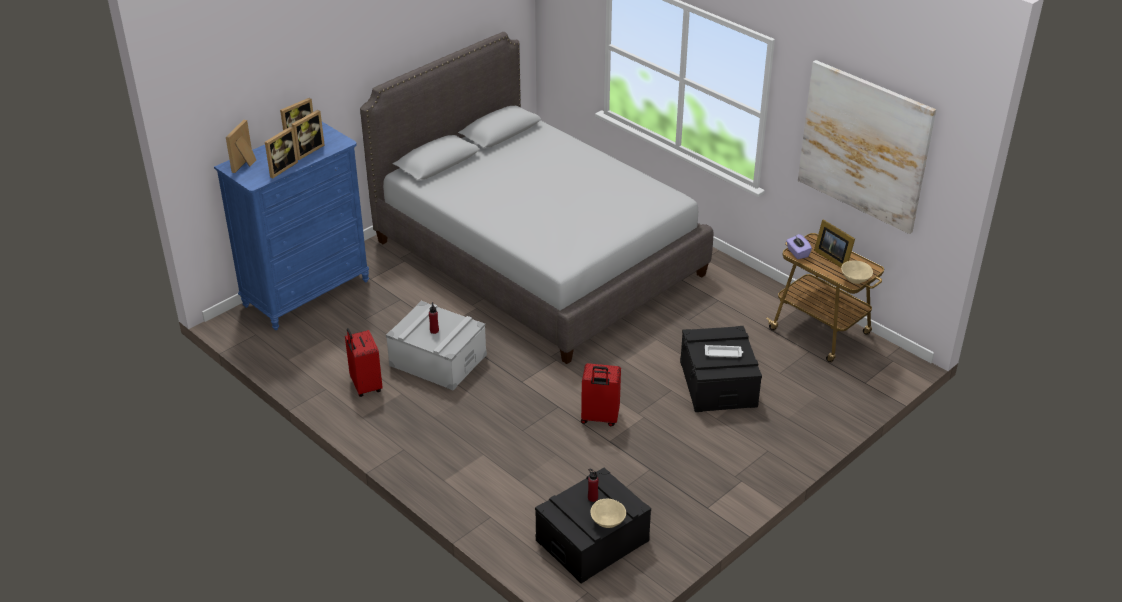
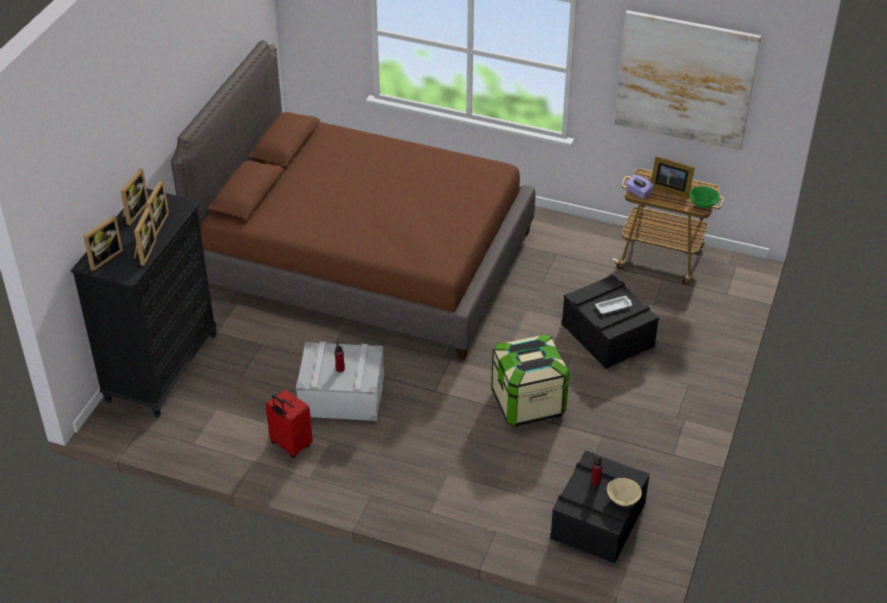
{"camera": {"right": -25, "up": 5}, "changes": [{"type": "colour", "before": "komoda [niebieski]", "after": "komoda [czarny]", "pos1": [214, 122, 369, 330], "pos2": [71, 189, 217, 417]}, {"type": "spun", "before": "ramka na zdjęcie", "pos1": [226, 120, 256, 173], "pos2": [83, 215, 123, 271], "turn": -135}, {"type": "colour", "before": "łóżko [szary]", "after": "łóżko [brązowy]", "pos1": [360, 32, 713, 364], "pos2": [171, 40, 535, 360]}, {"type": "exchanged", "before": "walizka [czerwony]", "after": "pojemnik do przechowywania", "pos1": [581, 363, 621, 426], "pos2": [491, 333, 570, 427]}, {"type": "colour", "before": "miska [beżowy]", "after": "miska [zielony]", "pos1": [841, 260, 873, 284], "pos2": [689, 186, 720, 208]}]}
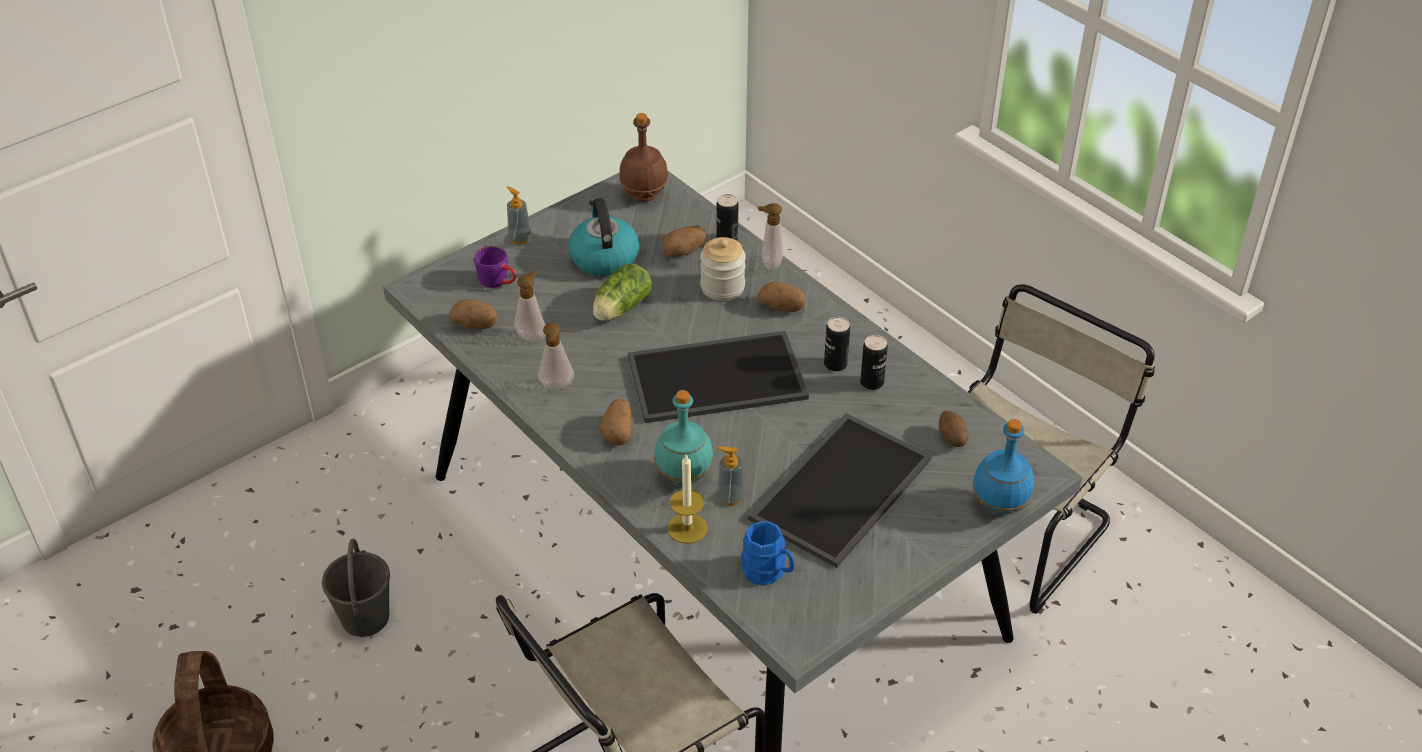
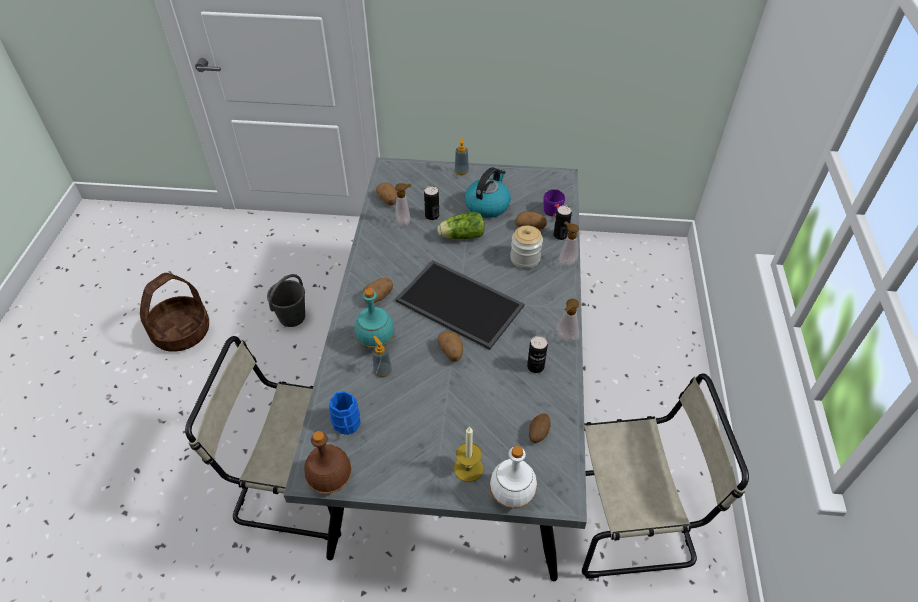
{"camera": {"right": 45, "up": 5}, "changes": [{"type": "relocated", "before": "butelka [brązowy]", "pos1": [619, 113, 668, 202], "pos2": [304, 431, 352, 494]}, {"type": "relocated", "before": "puszka", "pos1": [824, 317, 850, 371], "pos2": [424, 186, 439, 220]}, {"type": "relocated", "before": "ziemniak", "pos1": [757, 282, 806, 312], "pos2": [437, 331, 463, 362]}, {"type": "relocated", "before": "świeca", "pos1": [667, 454, 707, 544], "pos2": [454, 426, 483, 482]}, {"type": "colour", "before": "butelka [niebieski]", "after": "butelka [biały]", "pos1": [973, 419, 1034, 516], "pos2": [490, 446, 537, 509]}, {"type": "relocated", "before": "kubek [fioletowy]", "pos1": [474, 246, 517, 288], "pos2": [544, 189, 565, 217]}, {"type": "relocated", "before": "dozownik mydła", "pos1": [538, 323, 574, 389], "pos2": [556, 299, 579, 343]}, {"type": "missing", "before": "taca", "pos1": [748, 413, 932, 568]}]}
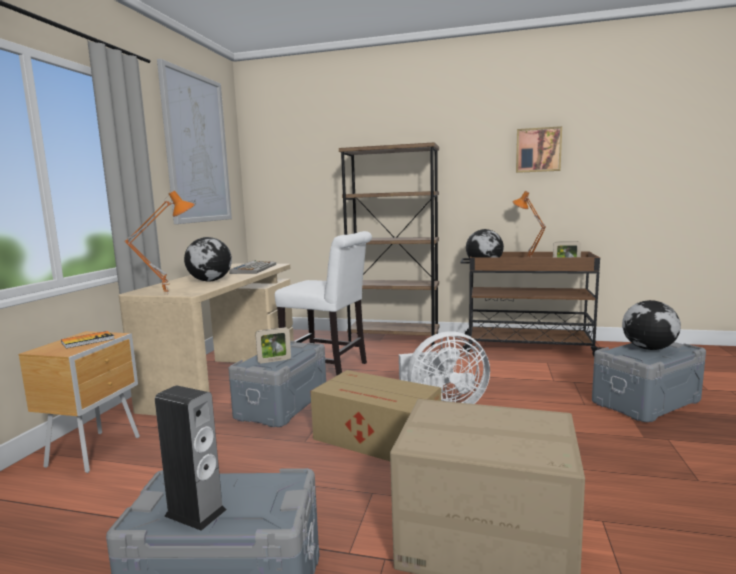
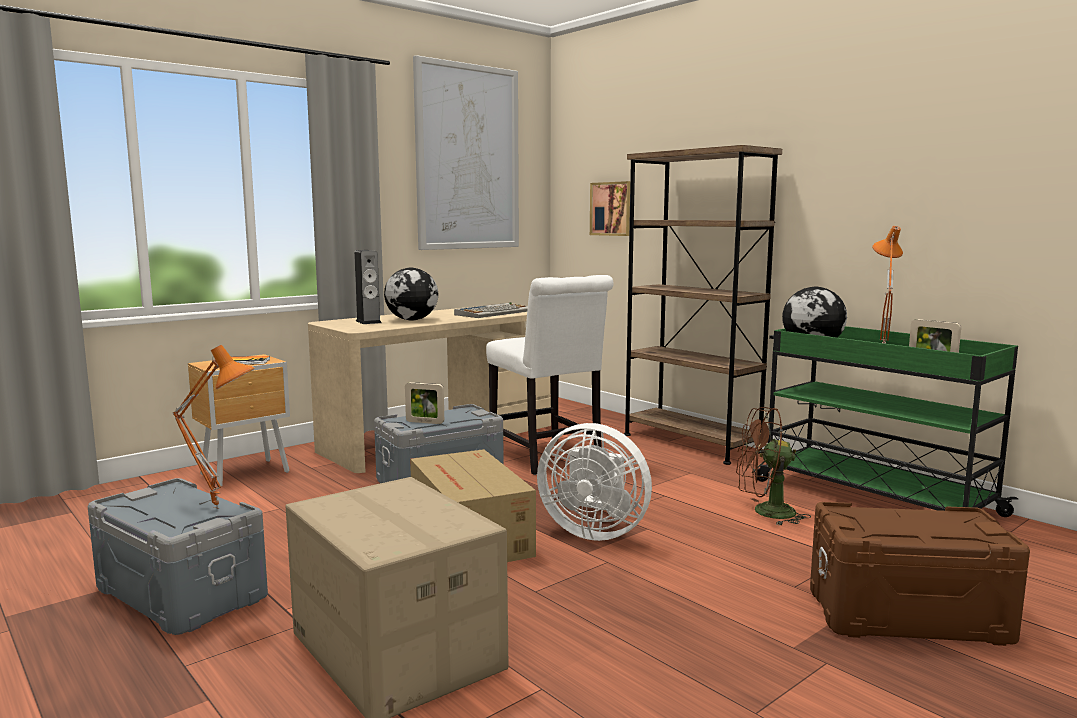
{"camera": {"right": 35, "up": 0}, "changes": [{"type": "relocated", "before": "lampa stołowa [pomarańczowy]", "pos1": [124, 190, 195, 294], "pos2": [173, 345, 255, 509]}, {"type": "relocated", "before": "głośnik", "pos1": [155, 385, 226, 531], "pos2": [354, 250, 382, 324]}, {"type": "relocated", "before": "obraz", "pos1": [516, 126, 562, 173], "pos2": [590, 181, 630, 236]}, {"type": "appeared", "after": "wentylator [brązowy]", "pos2": [736, 407, 811, 525]}, {"type": "colour", "before": "wózek [brązowy]", "after": "wózek [zielony]", "pos1": [460, 252, 603, 356], "pos2": [757, 326, 1018, 517]}, {"type": "colour", "before": "pojemnik do przechowywania [szary]", "after": "pojemnik do przechowywania [brązowy]", "pos1": [592, 342, 706, 422], "pos2": [810, 502, 1030, 646]}, {"type": "missing", "before": "globus", "pos1": [622, 300, 681, 350]}]}
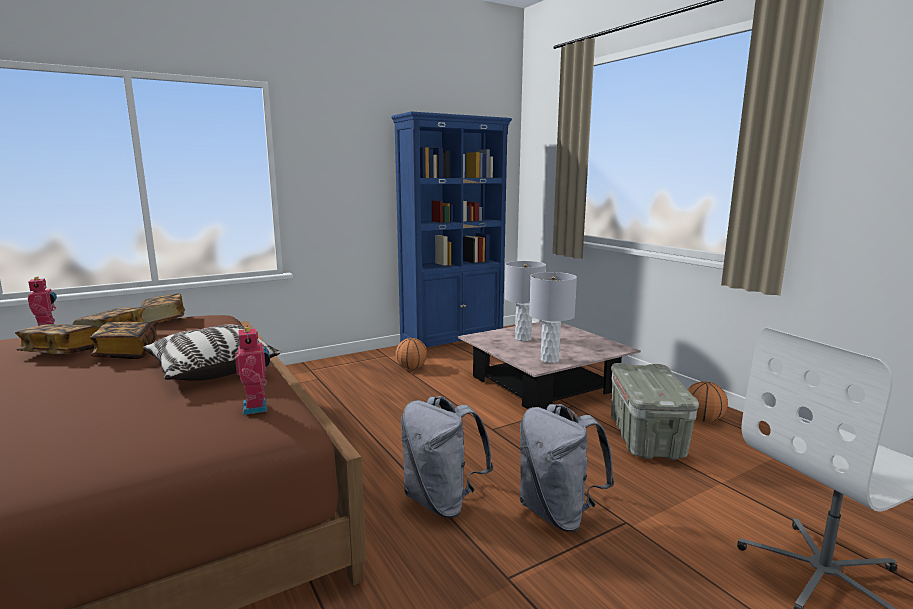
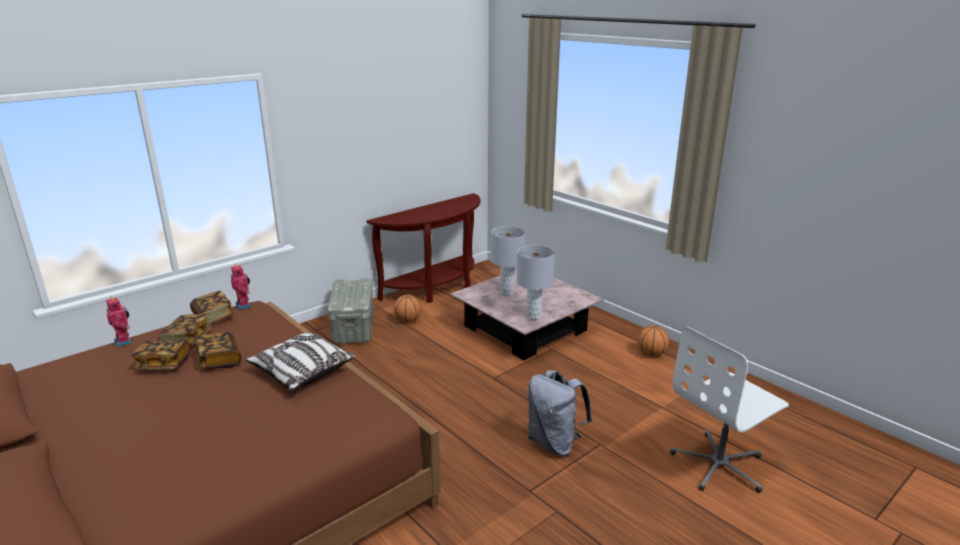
{"camera": {"right": -10, "up": 10}, "changes": [{"type": "relocated", "before": "robot zabawkowy", "pos1": [235, 326, 270, 415], "pos2": [231, 264, 251, 310]}, {"type": "relocated", "before": "pojemnik do przechowywania [szary]", "pos1": [611, 363, 699, 460], "pos2": [327, 278, 374, 344]}, {"type": "exchanged", "before": "regał [niebieski]", "after": "stolik konsolowy [brązowy]", "pos1": [391, 112, 512, 347], "pos2": [367, 193, 481, 303]}, {"type": "missing", "before": "plecak [szary]", "pos1": [401, 396, 493, 518]}]}
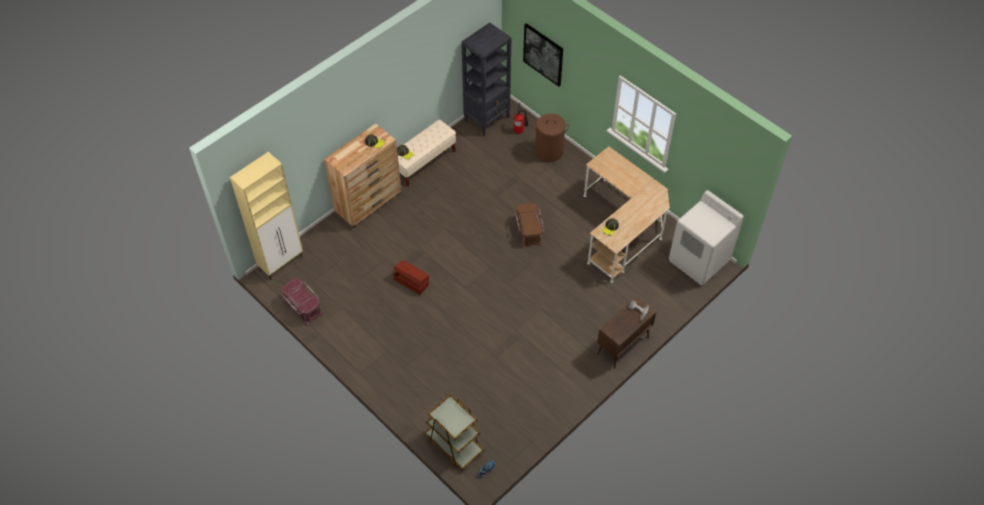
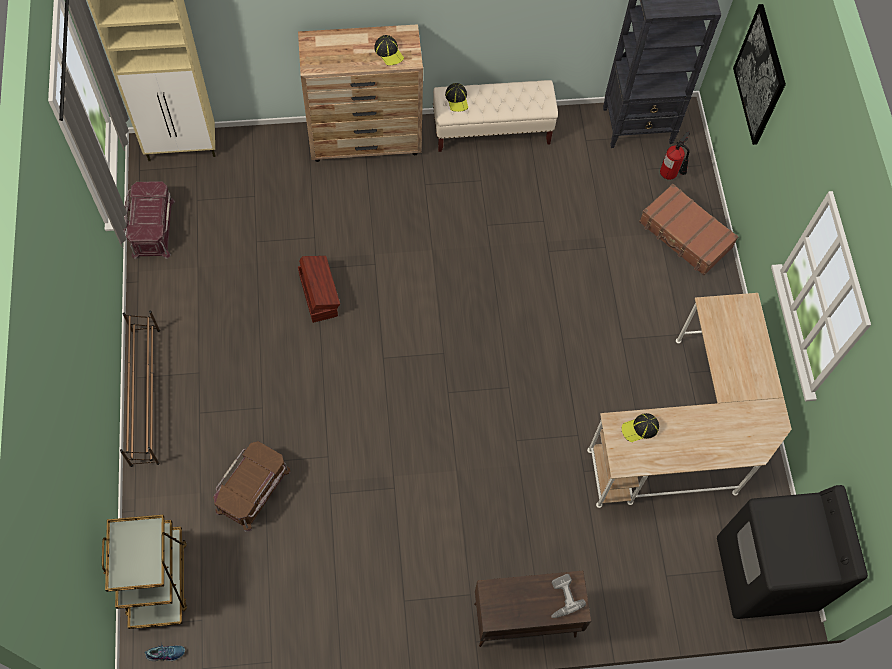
{"camera": {"right": 35, "up": 10}, "changes": [{"type": "appeared", "after": "regał na buty [brązowy]", "pos2": [120, 311, 160, 467]}, {"type": "relocated", "before": "pojemnik do przechowywania [brązowy]", "pos1": [515, 203, 544, 248], "pos2": [213, 441, 290, 532]}, {"type": "exchanged", "before": "kosz na pranie [brązowy]", "after": "walizka [brązowy]", "pos1": [533, 113, 569, 162], "pos2": [639, 184, 739, 275]}, {"type": "colour", "before": "pralka [biały]", "after": "pralka [czarny]", "pos1": [669, 190, 744, 285], "pos2": [717, 485, 868, 619]}]}
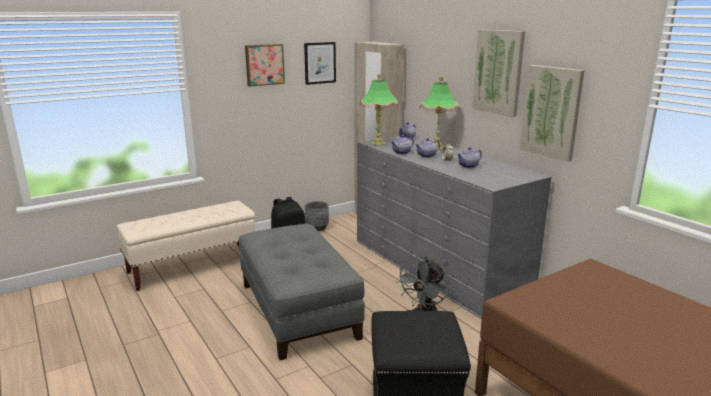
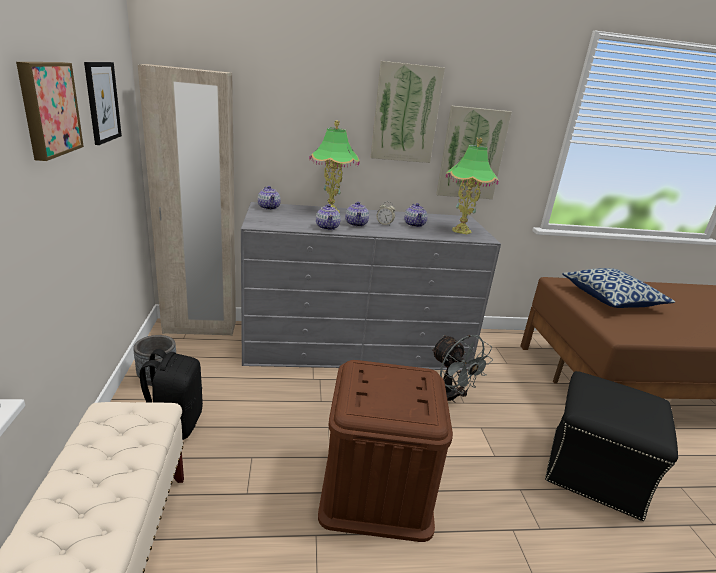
{"camera": {"right": -65, "up": 5}, "changes": [{"type": "exchanged", "before": "pufa [szary]", "after": "pojemnik do przechowywania [brązowy]", "pos1": [239, 224, 365, 360], "pos2": [318, 360, 453, 542]}, {"type": "relocated", "before": "lampa stołowa", "pos1": [360, 74, 398, 145], "pos2": [446, 138, 498, 234]}, {"type": "appeared", "after": "poduszka", "pos2": [562, 268, 675, 308]}]}
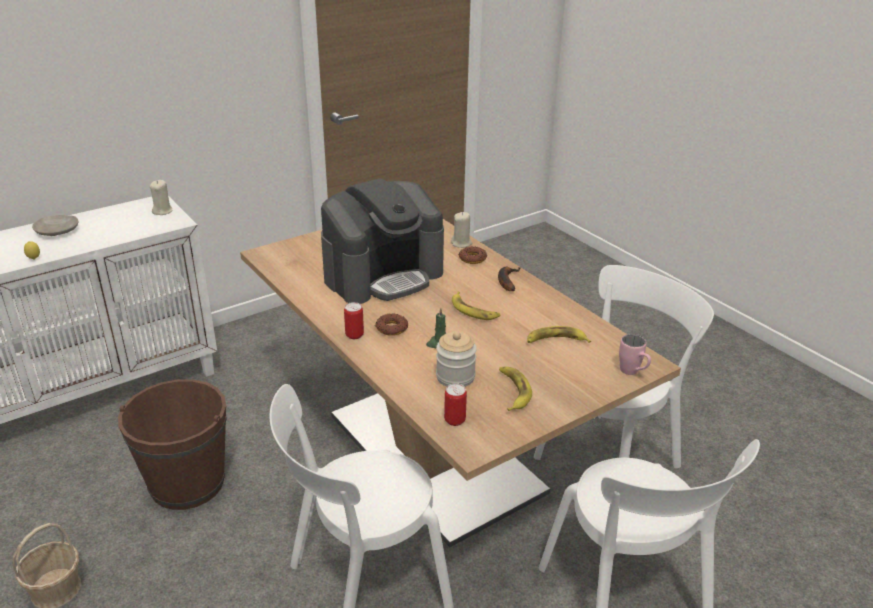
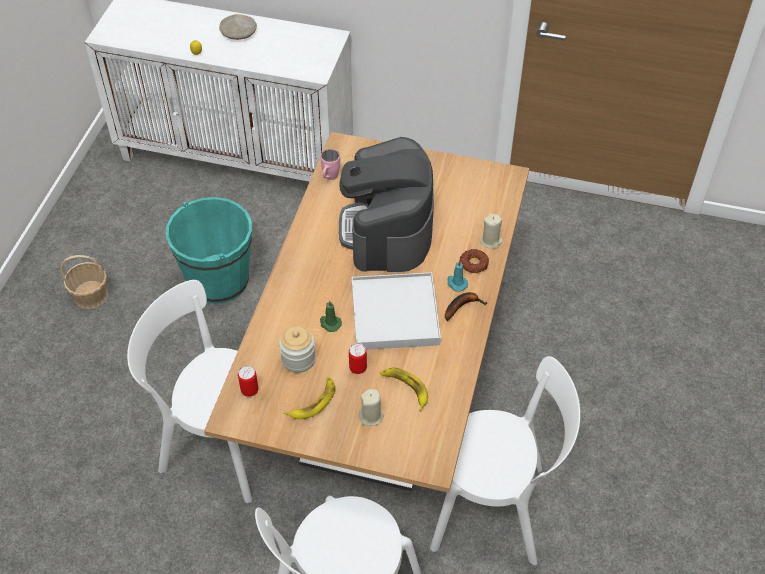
{"camera": {"right": 50, "up": 20}, "changes": [{"type": "colour", "before": "wiadro [brązowy]", "after": "wiadro [turkusowy]", "pos1": [118, 379, 226, 510], "pos2": [166, 197, 252, 304]}, {"type": "relocated", "before": "kubek [różowy]", "pos1": [619, 334, 651, 375], "pos2": [321, 149, 340, 180]}, {"type": "spun", "before": "ekspres do kawy", "pos1": [321, 179, 444, 304], "pos2": [339, 137, 434, 272], "turn": 75}, {"type": "relocated", "before": "puszka", "pos1": [344, 302, 364, 339], "pos2": [349, 343, 367, 374]}, {"type": "exchanged", "before": "banan", "after": "taca [biały]", "pos1": [452, 292, 500, 320], "pos2": [352, 272, 441, 350]}, {"type": "relocated", "before": "świeca [beżowy]", "pos1": [150, 180, 173, 215], "pos2": [359, 389, 384, 426]}, {"type": "appeared", "after": "świeca [turkusowy]", "pos2": [448, 260, 468, 292]}, {"type": "missing", "before": "donut", "pos1": [375, 313, 408, 336]}]}
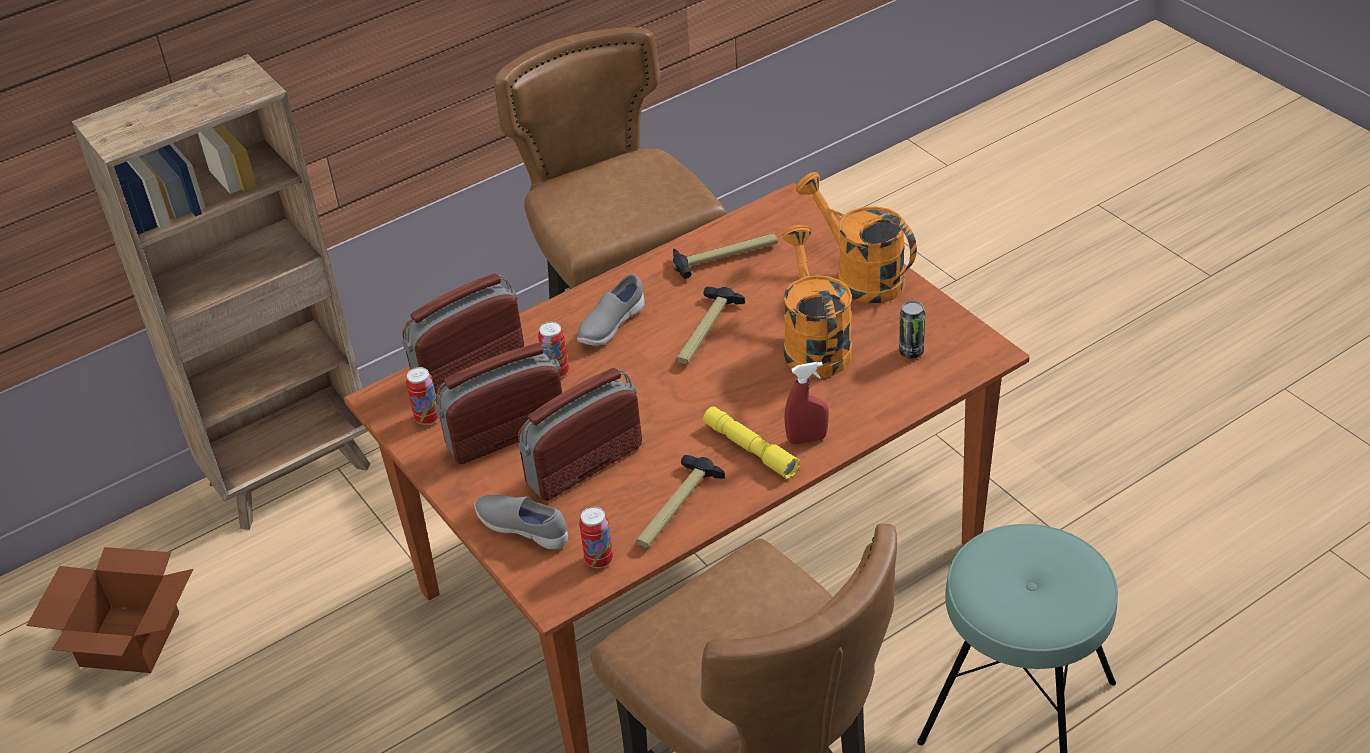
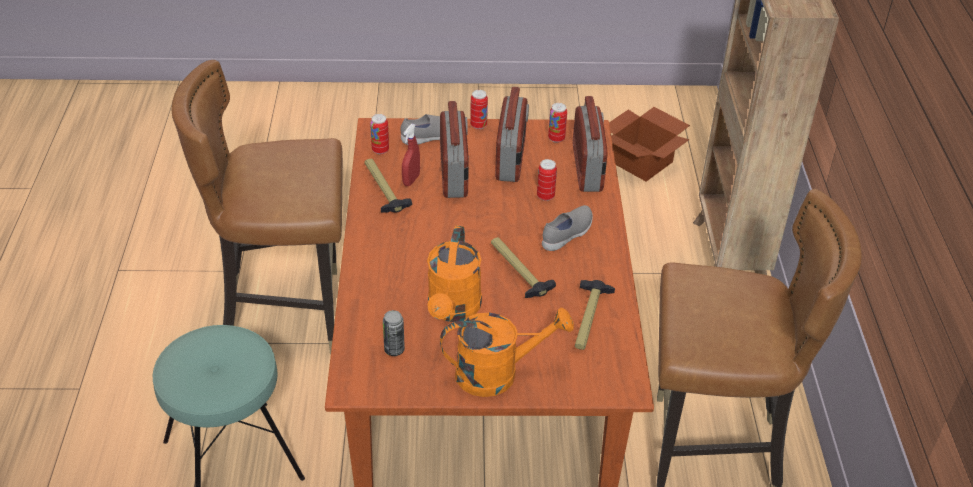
{"camera": {"right": 120, "up": 0}, "changes": [{"type": "relocated", "before": "spryskiwacz [czerwony]", "pos1": [784, 362, 829, 444], "pos2": [402, 124, 420, 186]}, {"type": "spun", "before": "konewka [pomarańczowy]", "pos1": [782, 225, 852, 378], "pos2": [427, 225, 482, 322], "turn": 75}, {"type": "appeared", "after": "puszka", "pos2": [470, 90, 488, 129]}, {"type": "spun", "before": "but [szary]", "pos1": [577, 273, 645, 346], "pos2": [542, 205, 593, 251], "turn": 60}, {"type": "missing", "before": "latarka [żółty]", "pos1": [703, 406, 800, 479]}]}
